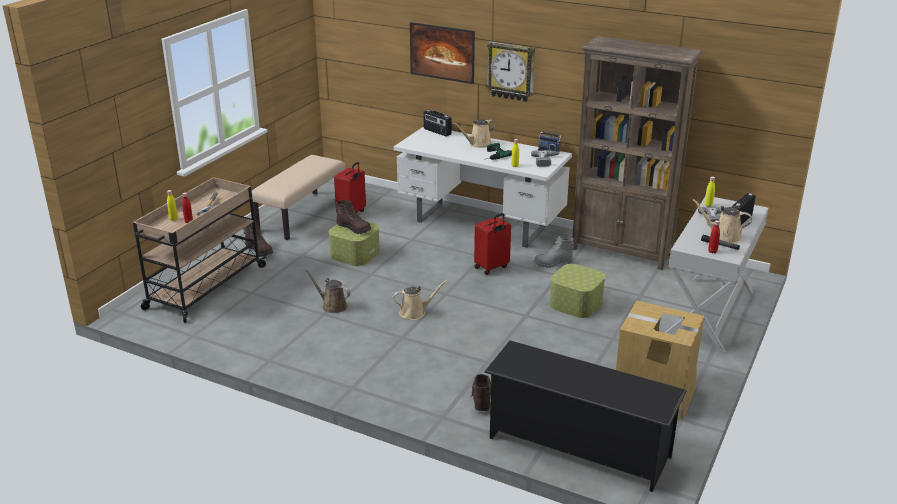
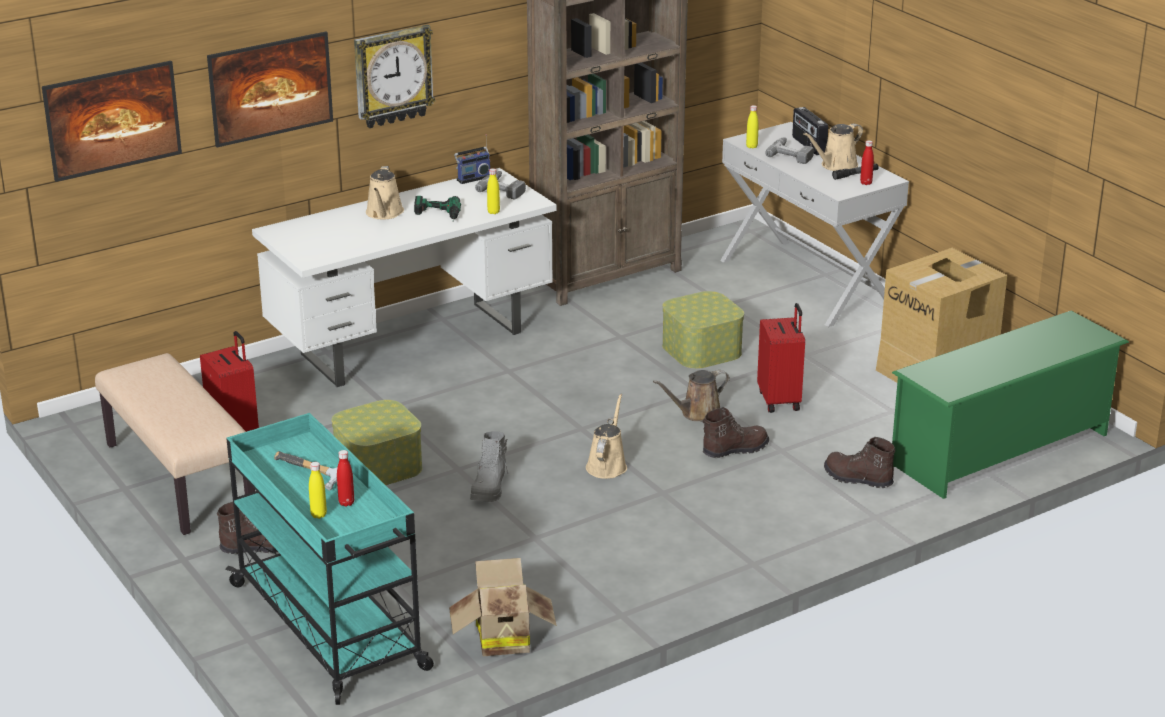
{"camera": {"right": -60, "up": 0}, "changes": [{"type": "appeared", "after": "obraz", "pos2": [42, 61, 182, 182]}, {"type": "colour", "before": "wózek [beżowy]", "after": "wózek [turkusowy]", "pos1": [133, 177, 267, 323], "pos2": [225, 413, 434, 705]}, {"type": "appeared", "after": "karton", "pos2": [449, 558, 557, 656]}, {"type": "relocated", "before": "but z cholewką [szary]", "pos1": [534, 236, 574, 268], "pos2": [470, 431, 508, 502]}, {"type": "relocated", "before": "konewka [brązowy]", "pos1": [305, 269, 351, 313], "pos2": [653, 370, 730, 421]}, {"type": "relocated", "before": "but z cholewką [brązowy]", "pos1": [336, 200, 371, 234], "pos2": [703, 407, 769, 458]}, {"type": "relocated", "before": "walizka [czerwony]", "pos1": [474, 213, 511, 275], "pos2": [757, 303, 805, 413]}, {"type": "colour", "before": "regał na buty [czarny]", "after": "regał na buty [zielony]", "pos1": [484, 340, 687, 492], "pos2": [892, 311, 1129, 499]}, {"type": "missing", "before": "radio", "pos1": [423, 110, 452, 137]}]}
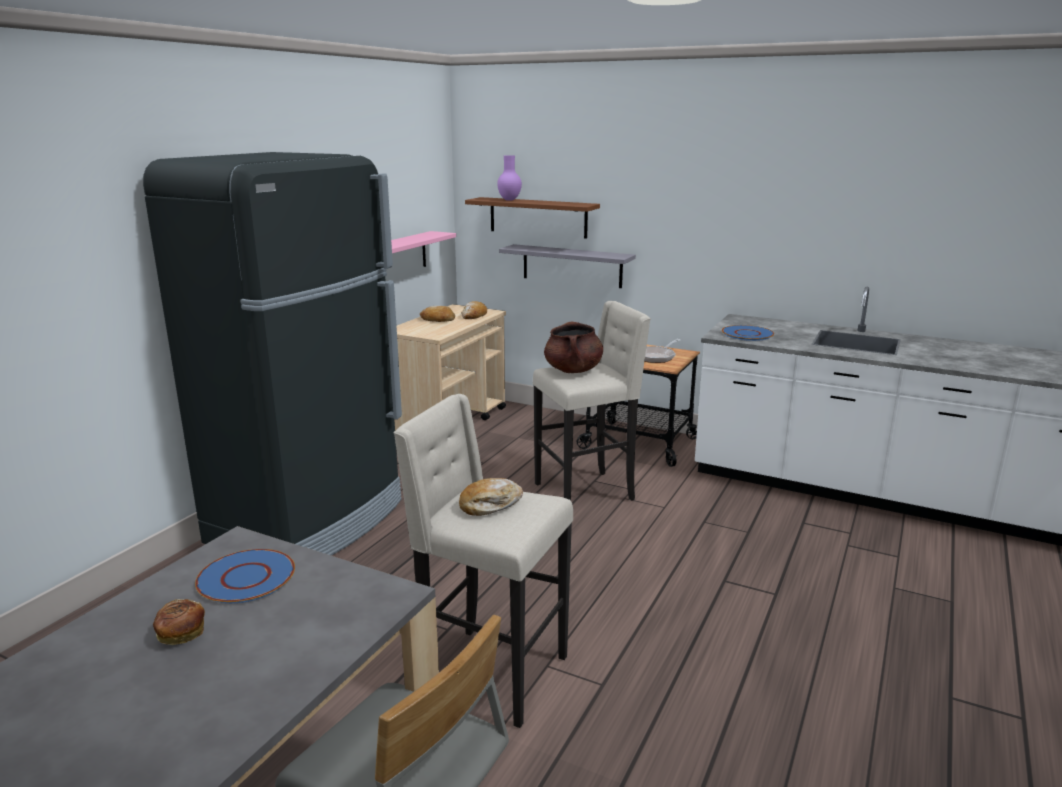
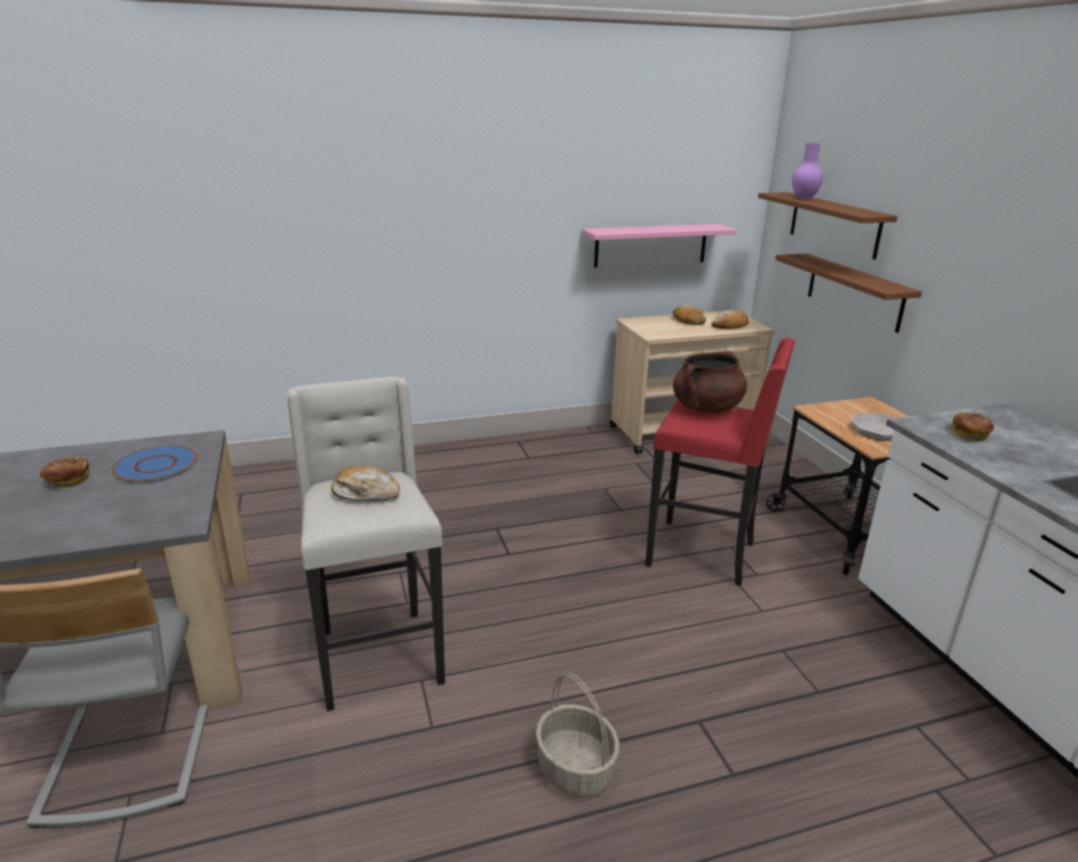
{"camera": {"right": 45, "up": 5}, "changes": [{"type": "appeared", "after": "koszyk", "pos2": [536, 672, 619, 797]}, {"type": "colour", "before": "stołek [beżowy]", "after": "stołek [czerwony]", "pos1": [533, 301, 651, 501], "pos2": [645, 338, 795, 586]}, {"type": "colour", "before": "półka [szary]", "after": "półka [brązowy]", "pos1": [499, 244, 636, 288], "pos2": [775, 253, 922, 333]}, {"type": "exchanged", "before": "talerz [niebieski]", "after": "chleb", "pos1": [722, 325, 774, 341], "pos2": [951, 412, 994, 441]}, {"type": "missing", "before": "lodówka [czarny]", "pos1": [143, 152, 402, 556]}]}
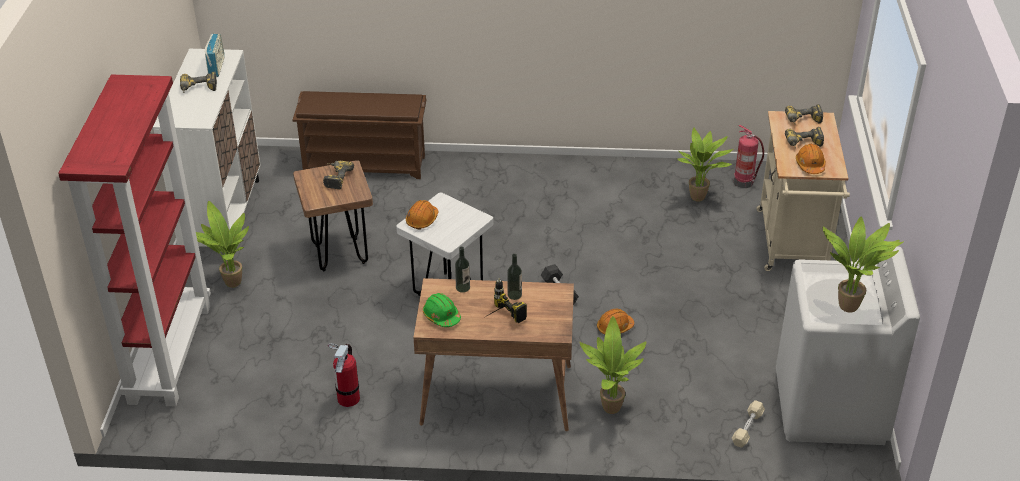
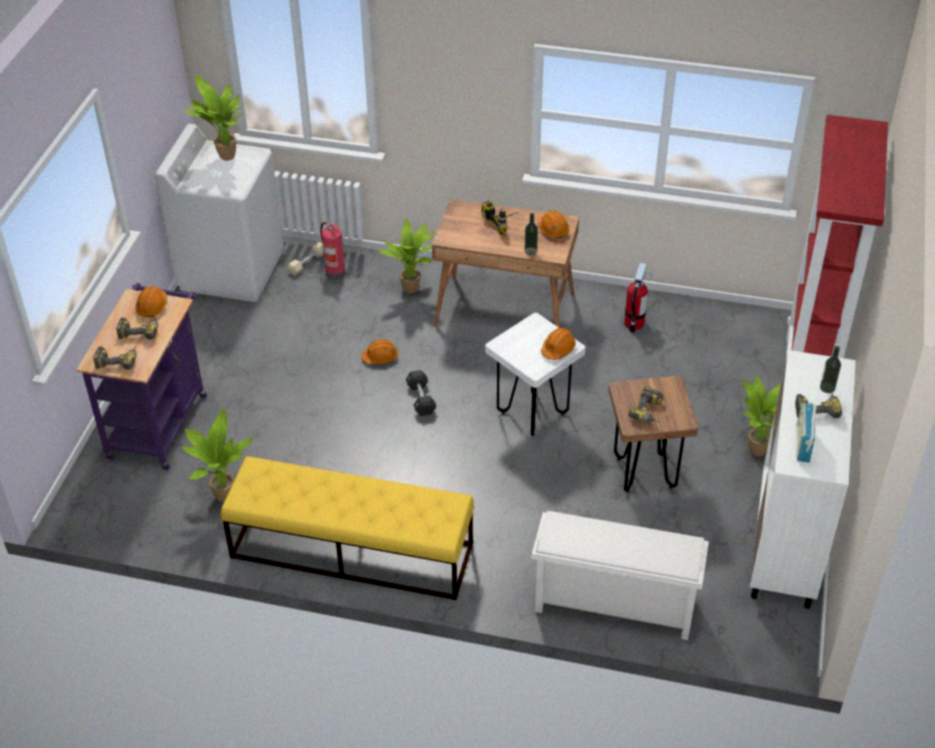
{"camera": {"right": -170, "up": 5}, "changes": [{"type": "colour", "before": "wózek [beżowy]", "after": "wózek [fioletowy]", "pos1": [757, 111, 850, 271], "pos2": [76, 283, 207, 470]}, {"type": "appeared", "after": "ławka [żółty]", "pos2": [221, 456, 474, 600]}, {"type": "relocated", "before": "gaśnica", "pos1": [734, 125, 764, 188], "pos2": [320, 222, 345, 280]}, {"type": "colour", "before": "regał na buty [brązowy]", "after": "regał na buty [biały]", "pos1": [293, 91, 427, 179], "pos2": [531, 511, 709, 640]}, {"type": "colour", "before": "kask [zielony]", "after": "kask [pomarańczowy]", "pos1": [423, 293, 461, 327], "pos2": [537, 210, 570, 238]}, {"type": "relocated", "before": "butelka", "pos1": [507, 254, 522, 300], "pos2": [820, 346, 841, 393]}]}
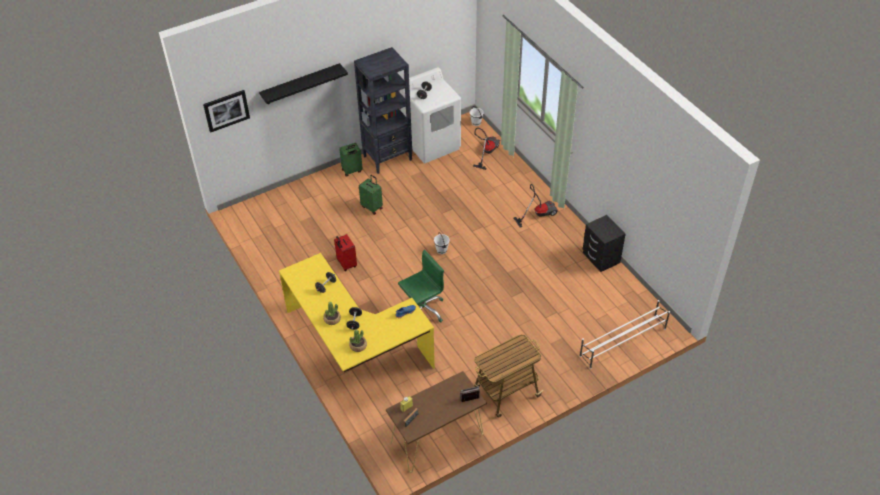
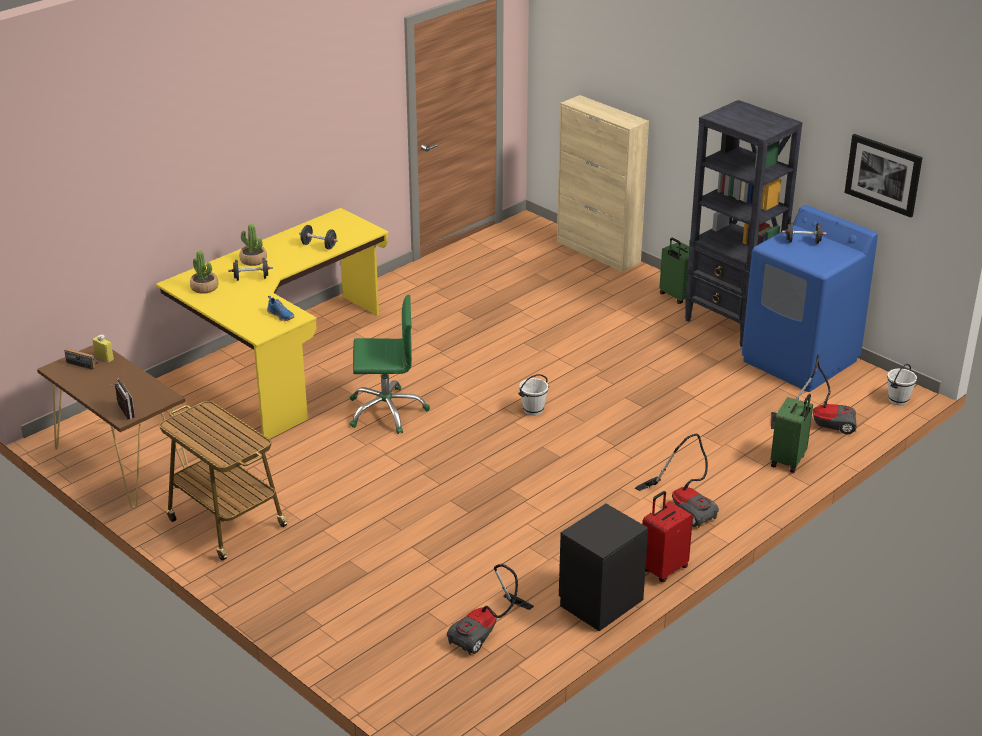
{"camera": {"right": 75, "up": -15}, "changes": [{"type": "spun", "before": "krzesło biurowe [zielony]", "pos1": [398, 250, 444, 323], "pos2": [349, 295, 430, 434], "turn": -45}, {"type": "appeared", "after": "odkurzacz", "pos2": [447, 564, 534, 655]}, {"type": "appeared", "after": "szafka [beżowy]", "pos2": [557, 95, 649, 272]}, {"type": "relocated", "before": "walizka [czerwony]", "pos1": [334, 234, 357, 271], "pos2": [642, 491, 693, 582]}, {"type": "colour", "before": "pralka [biały]", "after": "pralka [niebieski]", "pos1": [400, 67, 461, 163], "pos2": [742, 205, 878, 392]}, {"type": "relocated", "before": "walizka [zielony]", "pos1": [359, 175, 383, 215], "pos2": [771, 394, 813, 473]}, {"type": "relocated", "before": "obraz", "pos1": [203, 90, 250, 133], "pos2": [844, 134, 923, 218]}, {"type": "missing", "before": "półka [czarny]", "pos1": [259, 63, 348, 104]}, {"type": "missing", "before": "regał na buty [biały]", "pos1": [579, 300, 670, 369]}]}
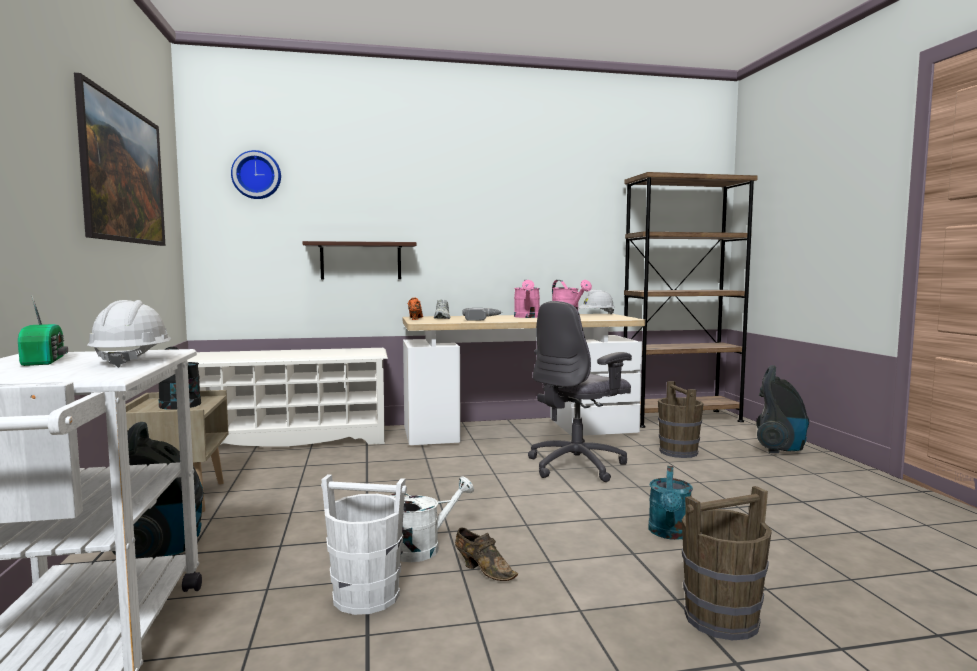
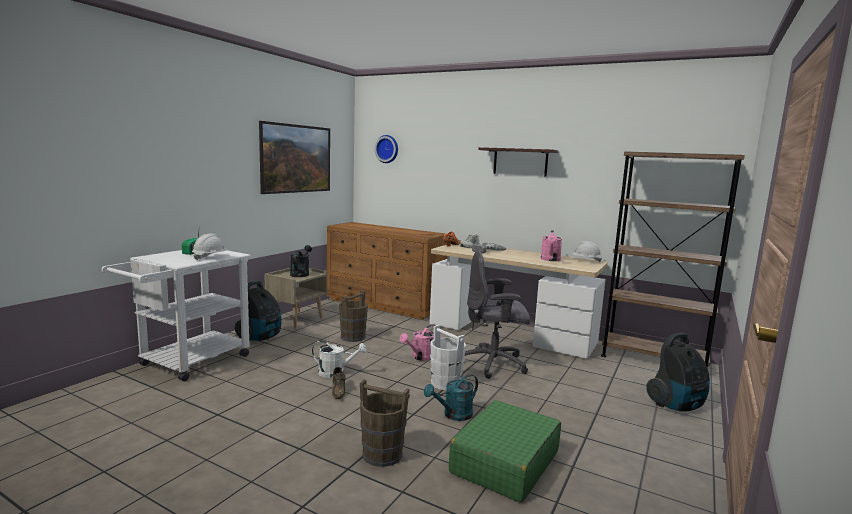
{"camera": {"right": 40, "up": 5}, "changes": [{"type": "exchanged", "before": "regał na buty [biały]", "after": "komoda [brązowy]", "pos1": [187, 348, 388, 447], "pos2": [327, 222, 447, 320]}, {"type": "relocated", "before": "wiadro [brązowy]", "pos1": [658, 381, 704, 458], "pos2": [339, 290, 368, 342]}, {"type": "relocated", "before": "konewka [różowy]", "pos1": [514, 280, 540, 318], "pos2": [400, 325, 434, 361]}, {"type": "relocated", "before": "wiadro [biały]", "pos1": [321, 474, 407, 615], "pos2": [430, 325, 466, 390]}, {"type": "appeared", "after": "walizka [zielony]", "pos2": [449, 400, 561, 503]}, {"type": "relocated", "before": "półka", "pos1": [302, 241, 416, 279], "pos2": [478, 147, 559, 176]}]}
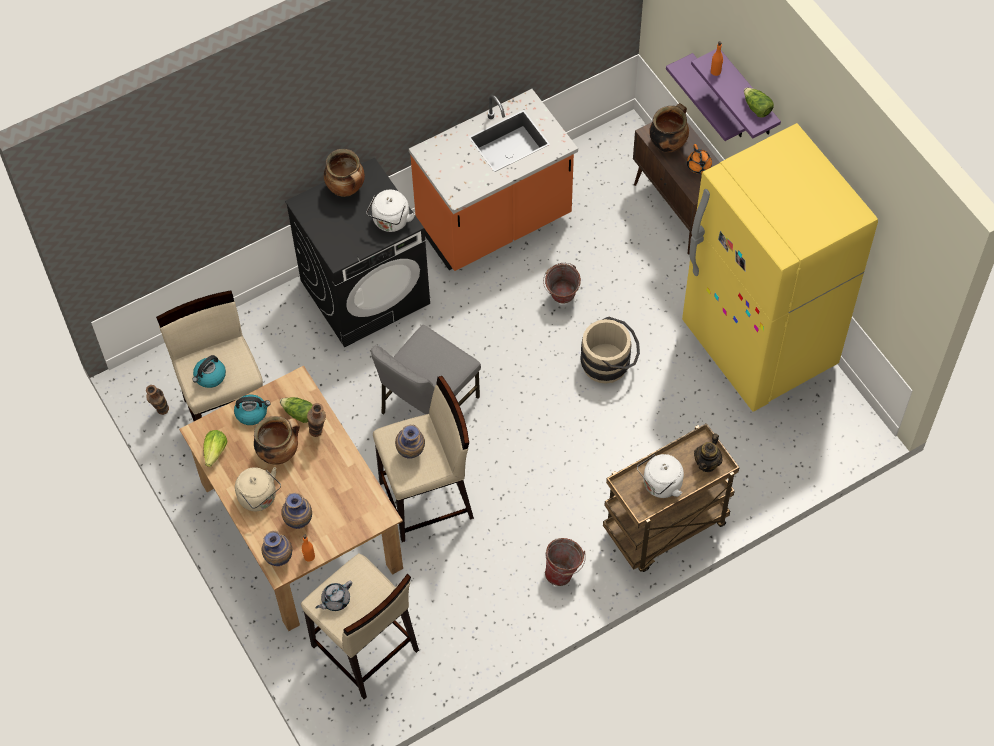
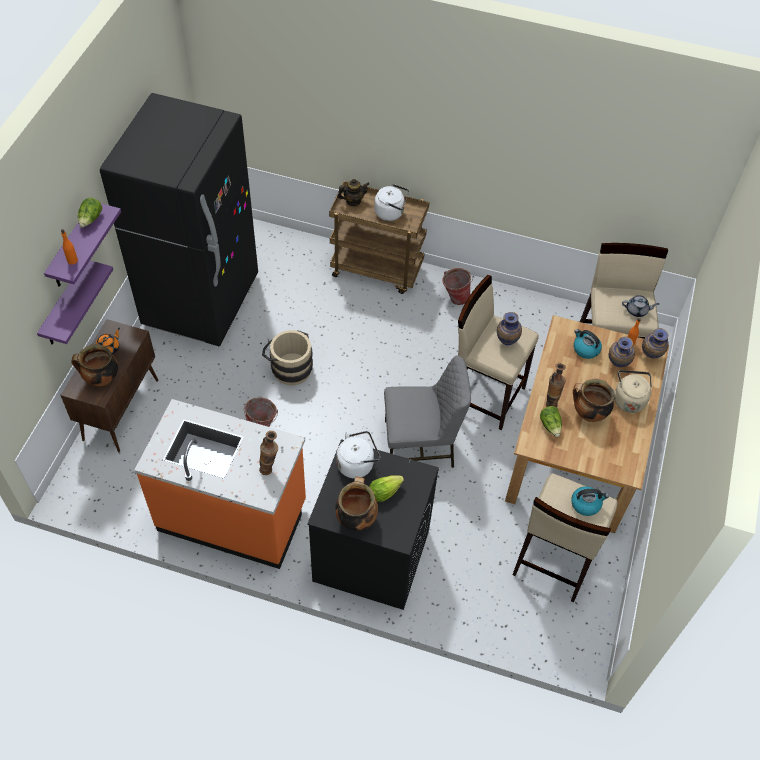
{"camera": {"right": -135, "up": -5}, "changes": [{"type": "colour", "before": "lodówka [żółty]", "after": "lodówka [czarny]", "pos1": [682, 123, 878, 412], "pos2": [100, 93, 258, 346]}, {"type": "relocated", "before": "wazon", "pos1": [146, 385, 169, 415], "pos2": [259, 431, 278, 475]}, {"type": "relocated", "before": "sałata", "pos1": [204, 430, 228, 467], "pos2": [369, 476, 404, 502]}, {"type": "relocated", "before": "czajnik", "pos1": [234, 395, 271, 425], "pos2": [574, 329, 602, 359]}]}
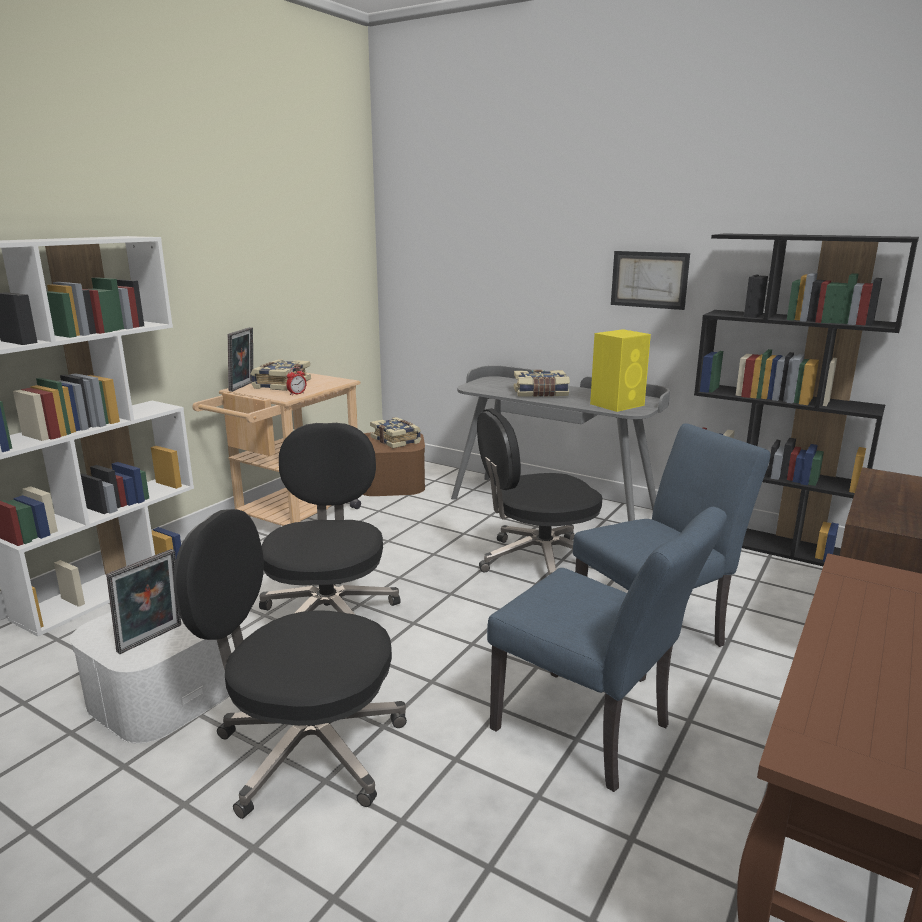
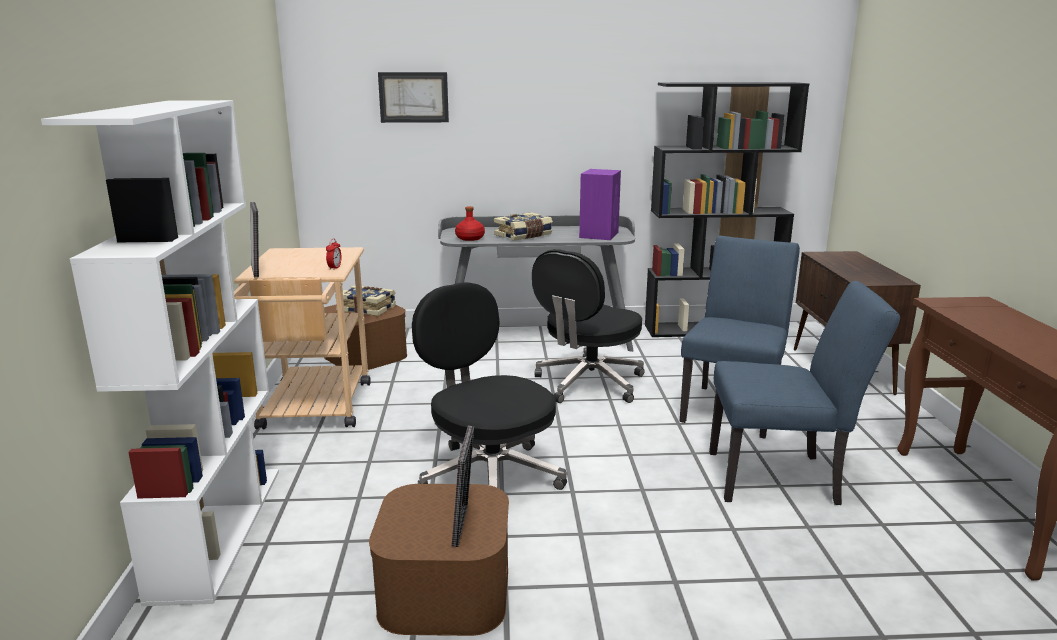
{"camera": {"right": -35, "up": 0}, "changes": [{"type": "colour", "before": "pojemnik do przechowywania [biały]", "after": "pojemnik do przechowywania [brązowy]", "pos1": [70, 612, 229, 744], "pos2": [369, 484, 509, 636]}, {"type": "relocated", "before": "obraz", "pos1": [611, 251, 690, 310], "pos2": [378, 72, 449, 123]}, {"type": "appeared", "after": "butelka [czerwony]", "pos2": [455, 206, 485, 241]}, {"type": "colour", "before": "głośnik [żółty]", "after": "głośnik [fioletowy]", "pos1": [590, 329, 651, 412], "pos2": [579, 169, 621, 240]}, {"type": "missing", "before": "krzesło biurowe [czarny]", "pos1": [173, 509, 407, 819]}, {"type": "missing", "before": "książka", "pos1": [250, 359, 311, 391]}]}
